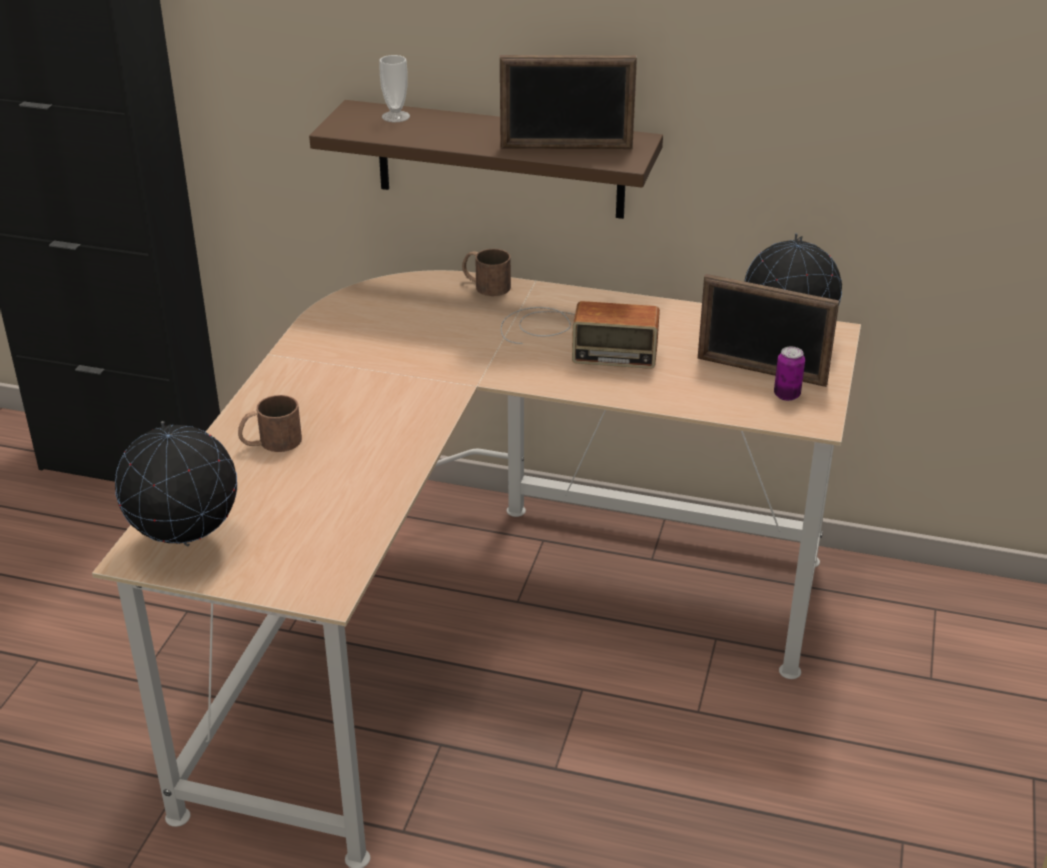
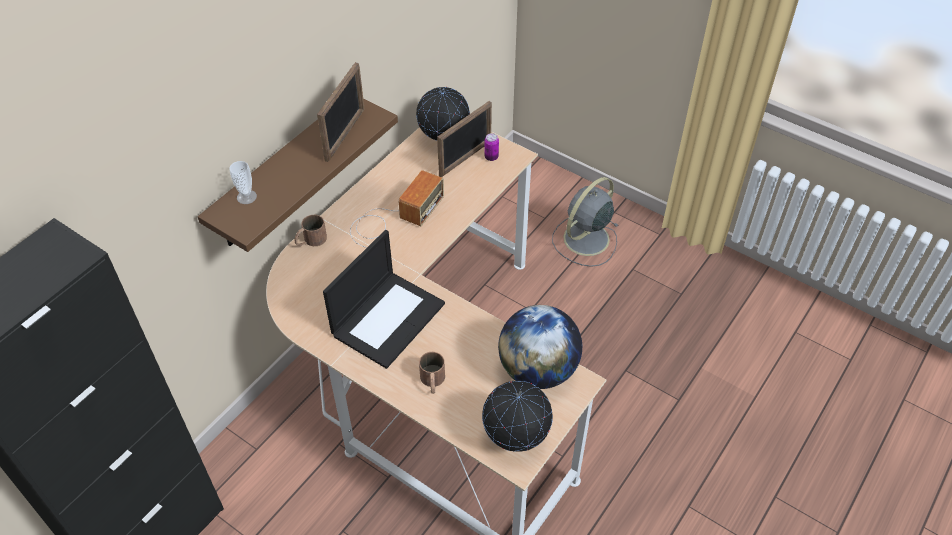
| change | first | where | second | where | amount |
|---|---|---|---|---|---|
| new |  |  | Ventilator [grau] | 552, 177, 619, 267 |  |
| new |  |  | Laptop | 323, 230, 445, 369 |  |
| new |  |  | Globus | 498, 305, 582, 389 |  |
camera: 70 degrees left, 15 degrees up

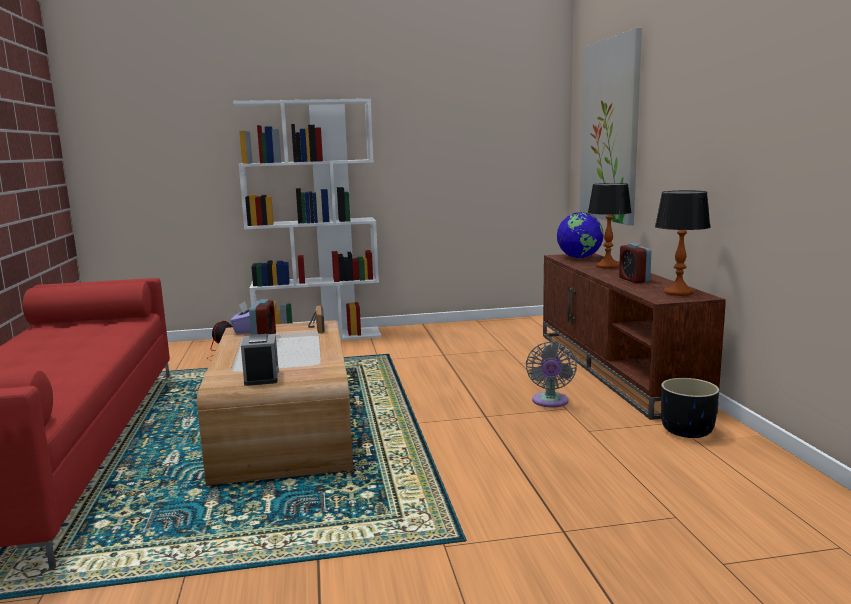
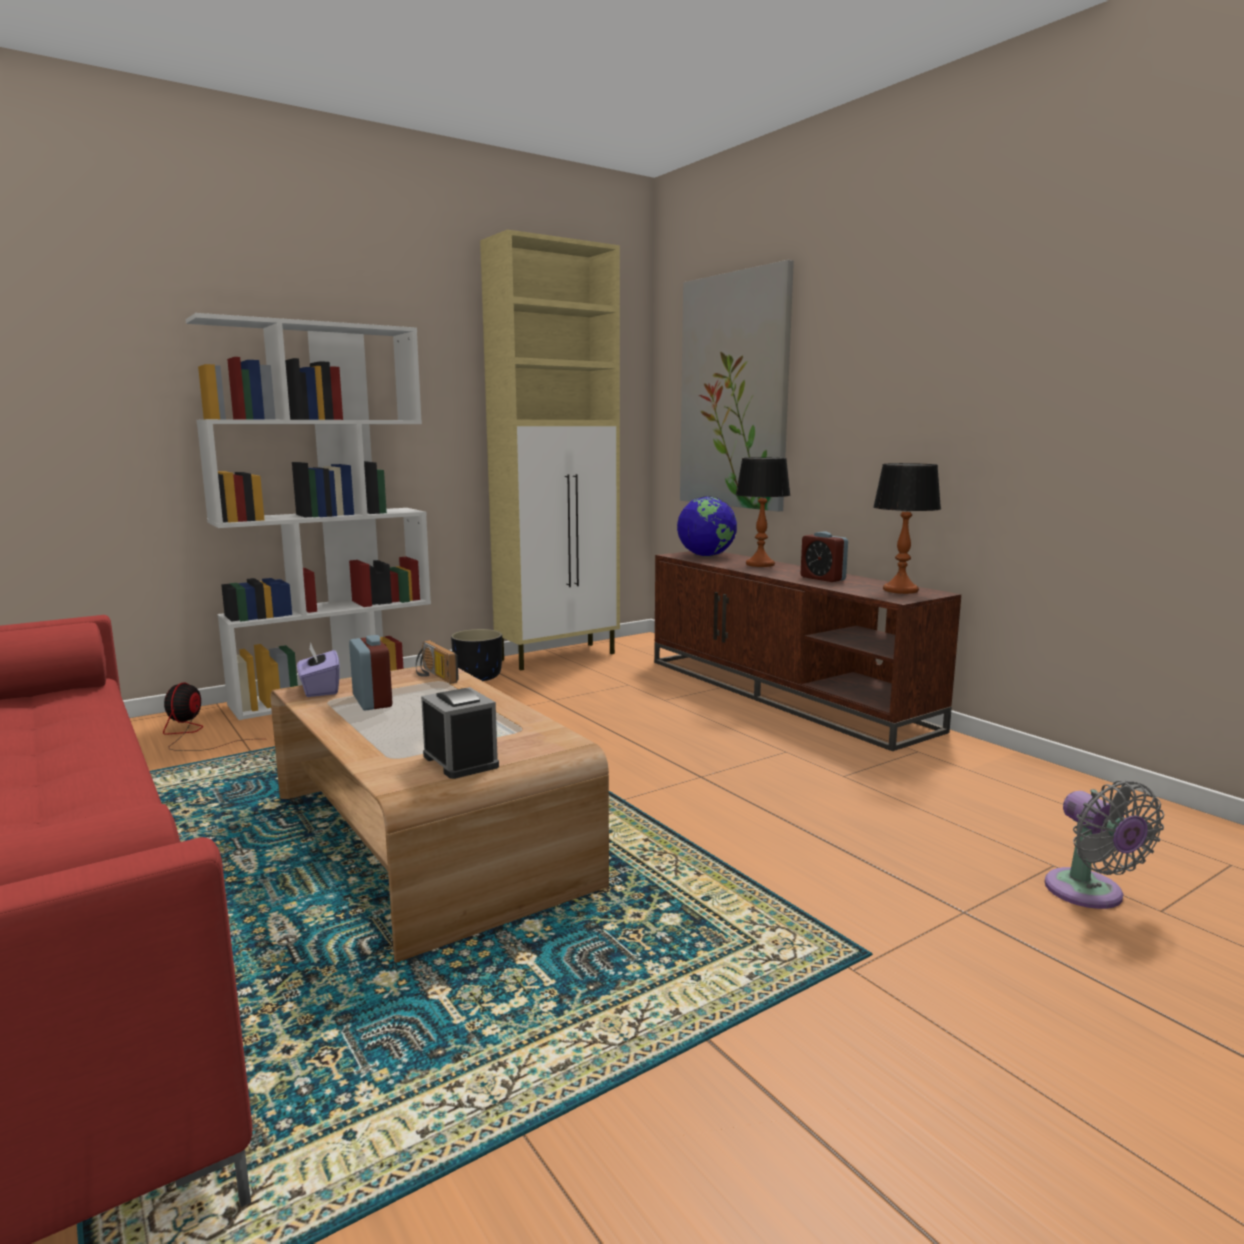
| change | first | where | second | where | amount |
|---|---|---|---|---|---|
| shifted | Ventilator [grau] | 526, 342, 577, 407 |  | 1045, 780, 1164, 909 |  |
| shifted | Pflanzkübel [schwarz] | 661, 378, 720, 438 |  | 451, 629, 502, 681 |  |
| new |  |  | Schrank [beige] | 480, 229, 620, 670 |  |
camera: 25 degrees left, 0 degrees up

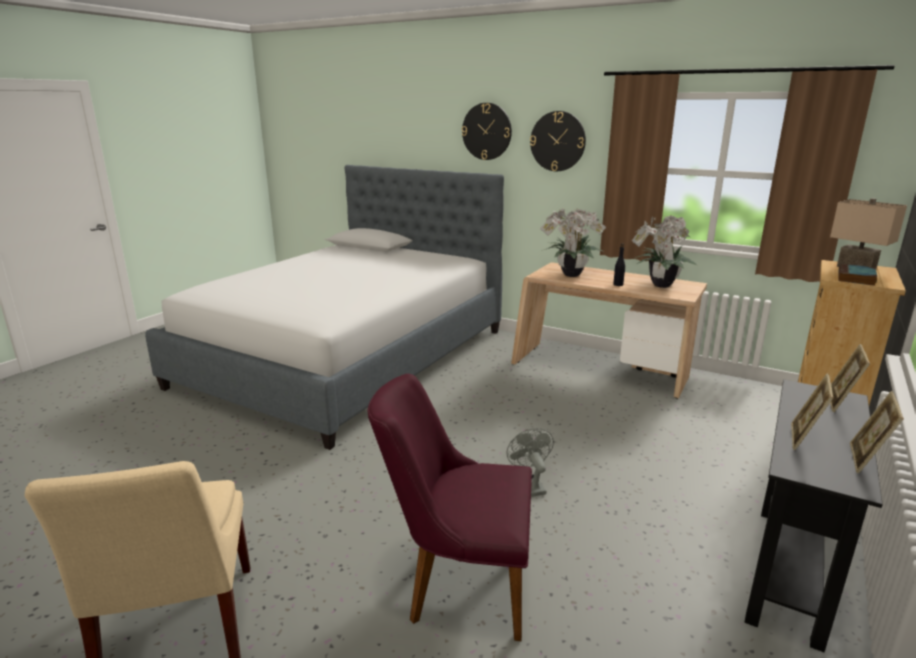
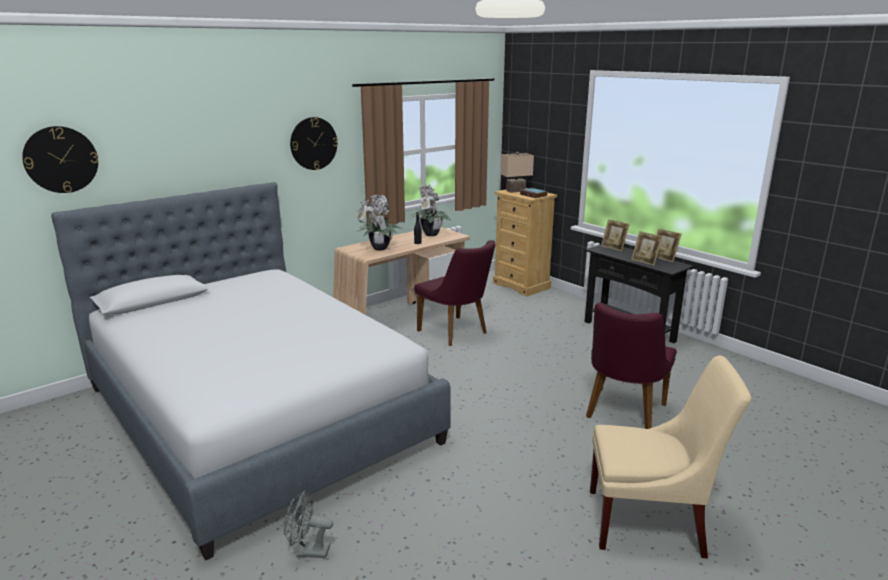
| change | first | where | second | where | amount |
|---|---|---|---|---|---|
| shifted | Wanduhr | 462, 103, 512, 160 |  | 22, 126, 98, 193 |  |
| shifted | Ventilator [grau] | 507, 428, 554, 497 |  | 284, 491, 333, 558 |  |
| new |  |  | Stuhl [lila] | 414, 240, 495, 346 |  |
camera: 70 degrees left, 0 degrees up

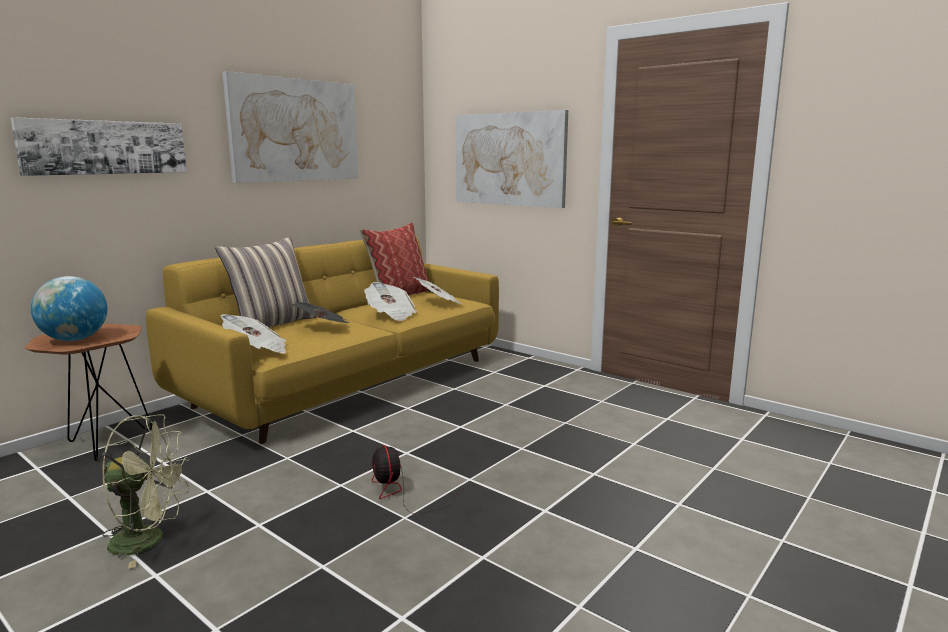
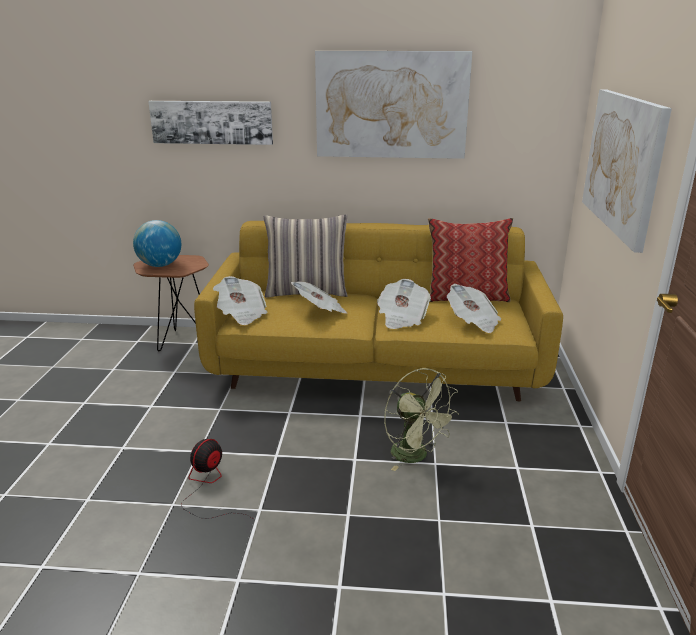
| change | first | where | second | where | amount |
|---|---|---|---|---|---|
| shifted | Ventilator [grün] | 102, 414, 189, 569 |  | 384, 368, 459, 471 |  |
camera: 55 degrees right, 10 degrees up

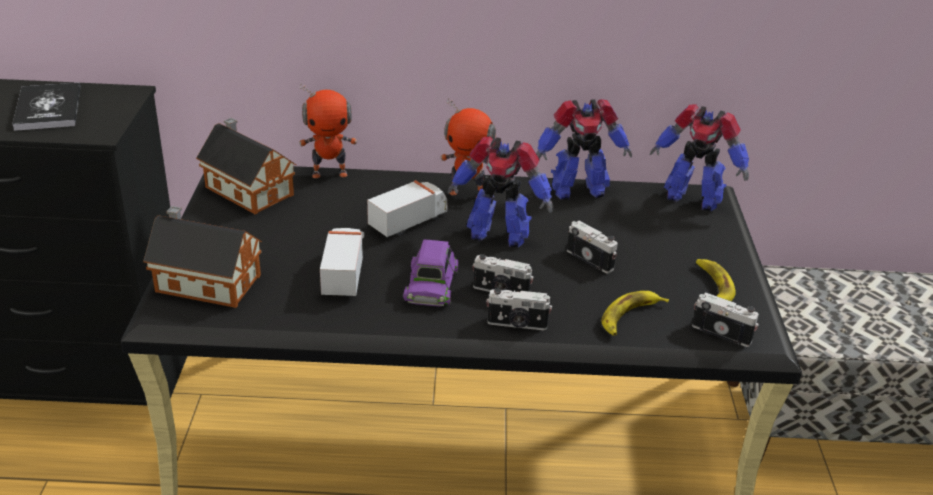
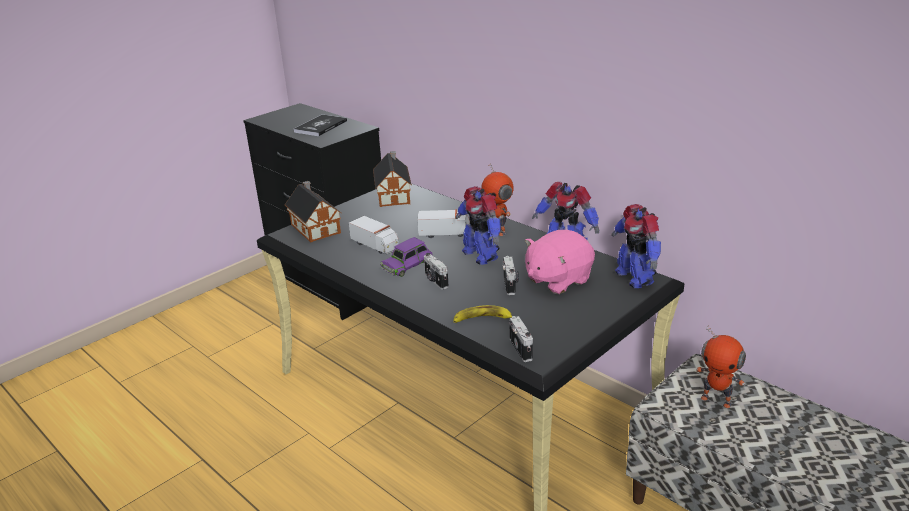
| change | first | where | second | where | amount |
|---|---|---|---|---|---|
| shifted | Spielzeugroboter | 299, 83, 357, 178 |  | 696, 325, 746, 408 |  |
| rotated | Spielzeuglaster | 320, 228, 364, 296 |  | 349, 216, 399, 254 | 90 degrees clockwise |
| gone | Banane | 696, 259, 736, 301 |  |  |  |
| gone | Kamera | 486, 288, 552, 331 |  |  |  |
| new |  |  | Plüschtier [rosa] | 525, 230, 595, 294 |  |
camera: 45 degrees right, 5 degrees down

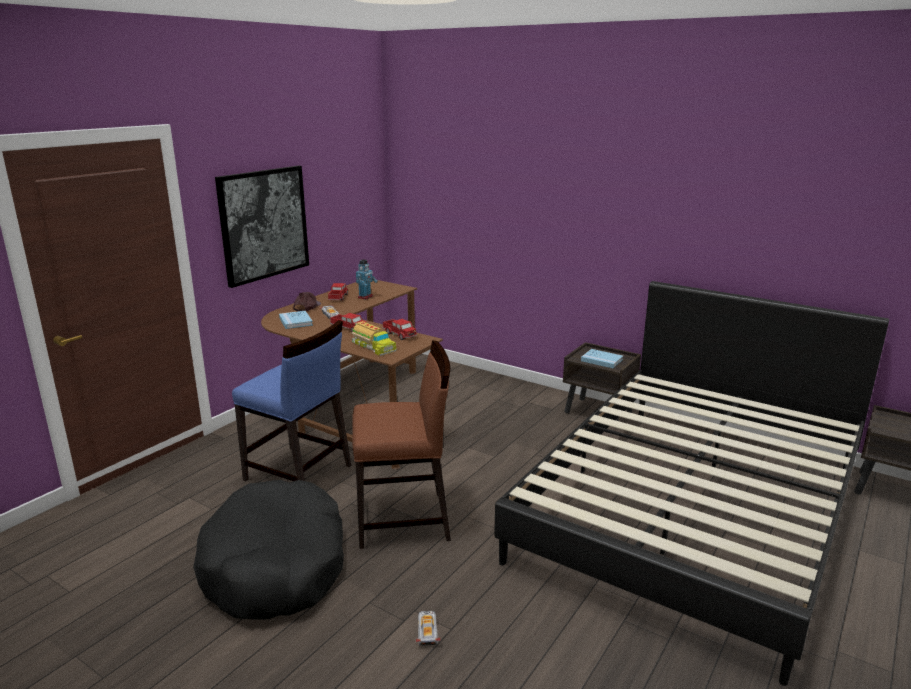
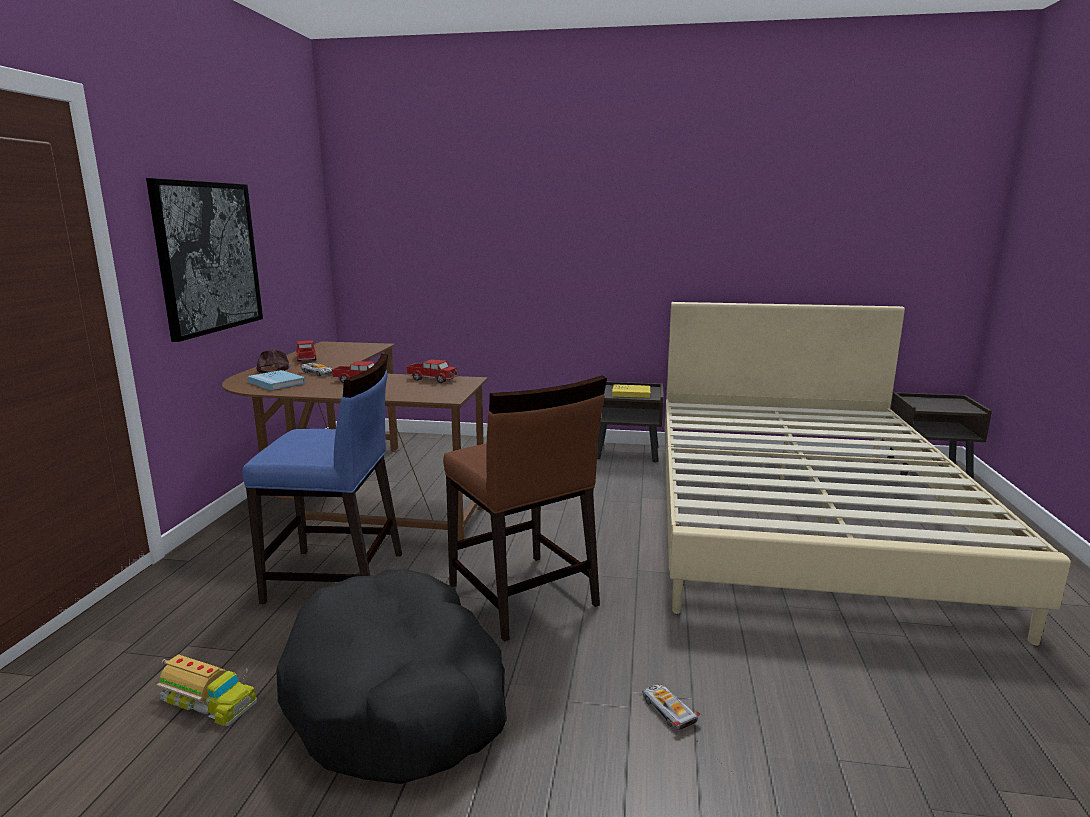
| change | first | where | second | where | amount |
|---|---|---|---|---|---|
| gone | Spielzeugroboter | 356, 260, 378, 299 |  |  |  |
| repainted | Bett [schwarz] | 494, 281, 889, 686 | Bett [beige] | 665, 302, 1071, 646 |  |
| shifted | Spielzeuglaster | 351, 321, 396, 356 |  | 157, 654, 257, 726 |  |
| rotated | Stuhl [braun] | 352, 341, 451, 549 |  | 443, 376, 607, 642 | 90 degrees clockwise |
| repainted | Buch [blau] | 581, 349, 623, 368 | Buch [gelb] | 612, 384, 650, 398 |  |
camera: 25 degrees left, 5 degrees down

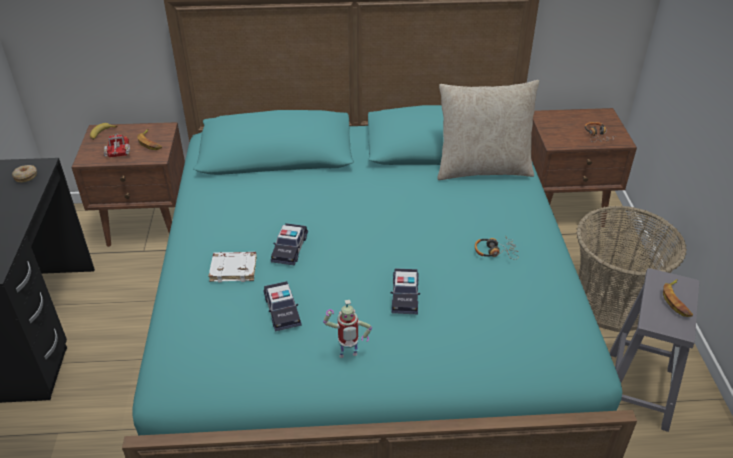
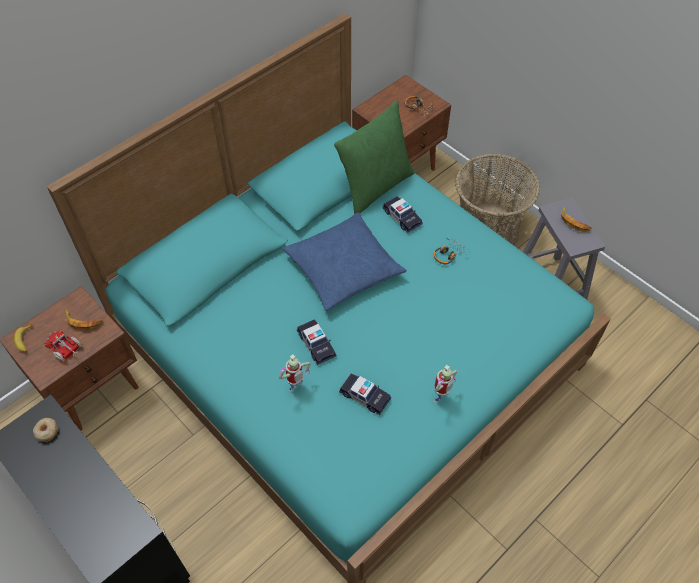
| change | first | where | second | where | amount |
|---|---|---|---|---|---|
| repainted | Kissen [beige] | 437, 80, 539, 180 | Kissen [grün] | 334, 100, 415, 214 |  |
| swapped | Buch [weiß] | 209, 252, 257, 282 | Spielzeugroboter | 279, 355, 311, 392 |  |
| shifted | Spielzeugauto | 391, 268, 420, 314 |  | 382, 196, 423, 233 |  |
| new |  |  | Kissen [blau] | 283, 212, 407, 311 |  |
camera: 40 degrees left, 15 degrees up

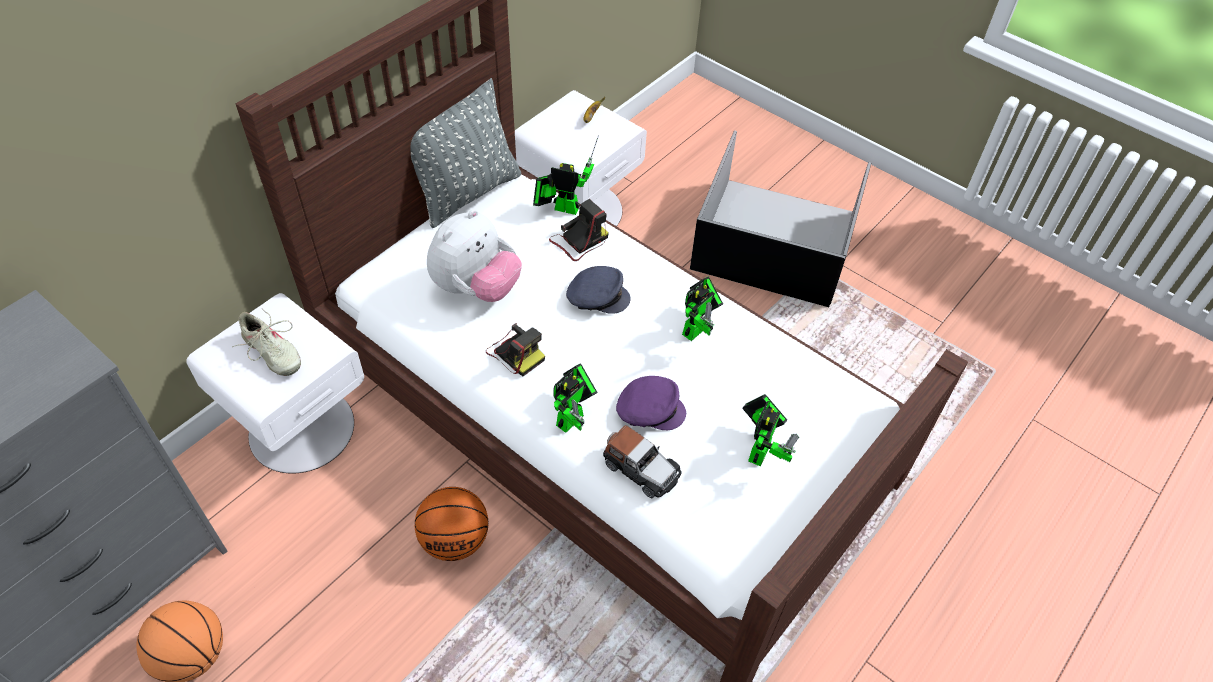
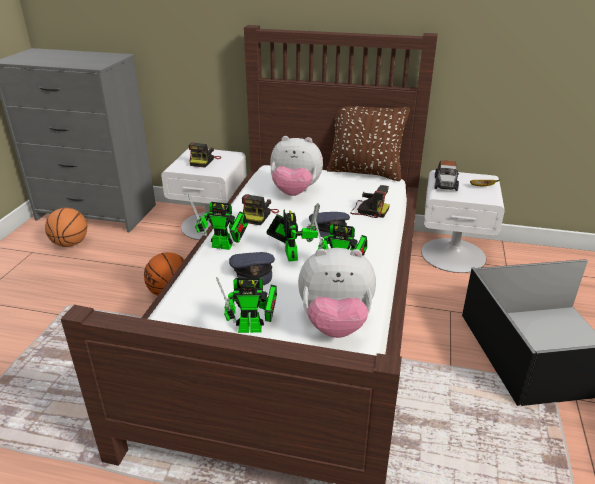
| change | first | where | second | where | amount |
|---|---|---|---|---|---|
| repainted | Kissen [grau] | 410, 78, 521, 228 | Kissen [braun] | 327, 106, 410, 181 |  |
| shifted | Spielzeugroboter | 533, 135, 599, 215 |  | 267, 203, 320, 261 |  |
| swapped | Schuh [beige] | 232, 308, 301, 376 | Kamera | 189, 142, 221, 167 |  |
| repainted | Kappe [lila] | 616, 376, 686, 430 | Kappe [grau] | 229, 252, 275, 285 |  |
| shifted | Spielzeugauto | 603, 425, 682, 498 |  | 434, 160, 459, 191 |  |
| new |  |  | Plüschtier | 298, 248, 376, 338 |  |
camera: 65 degrees right, 20 degrees down

